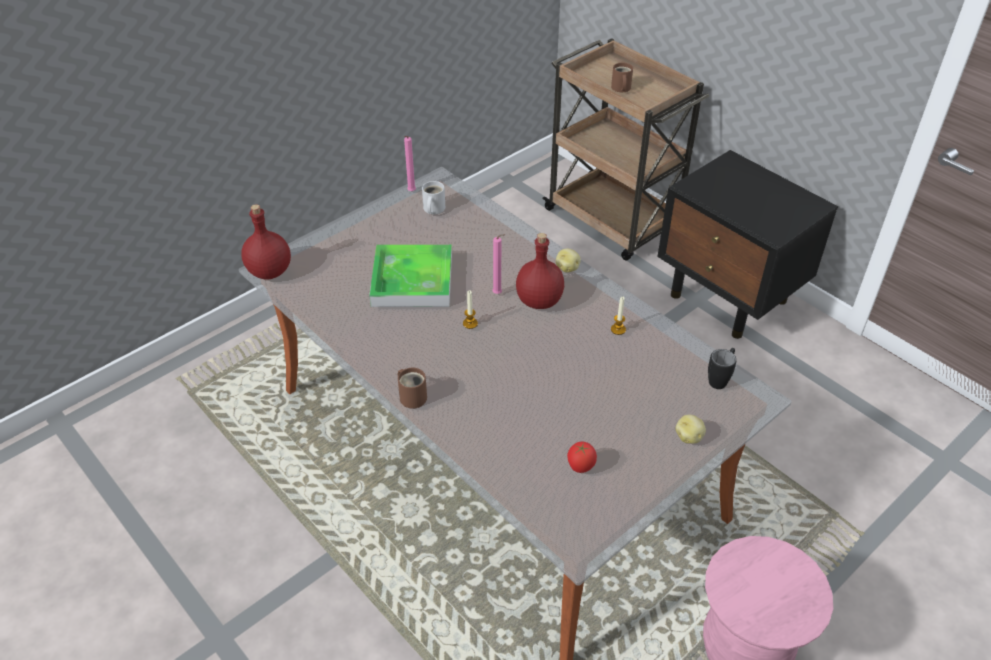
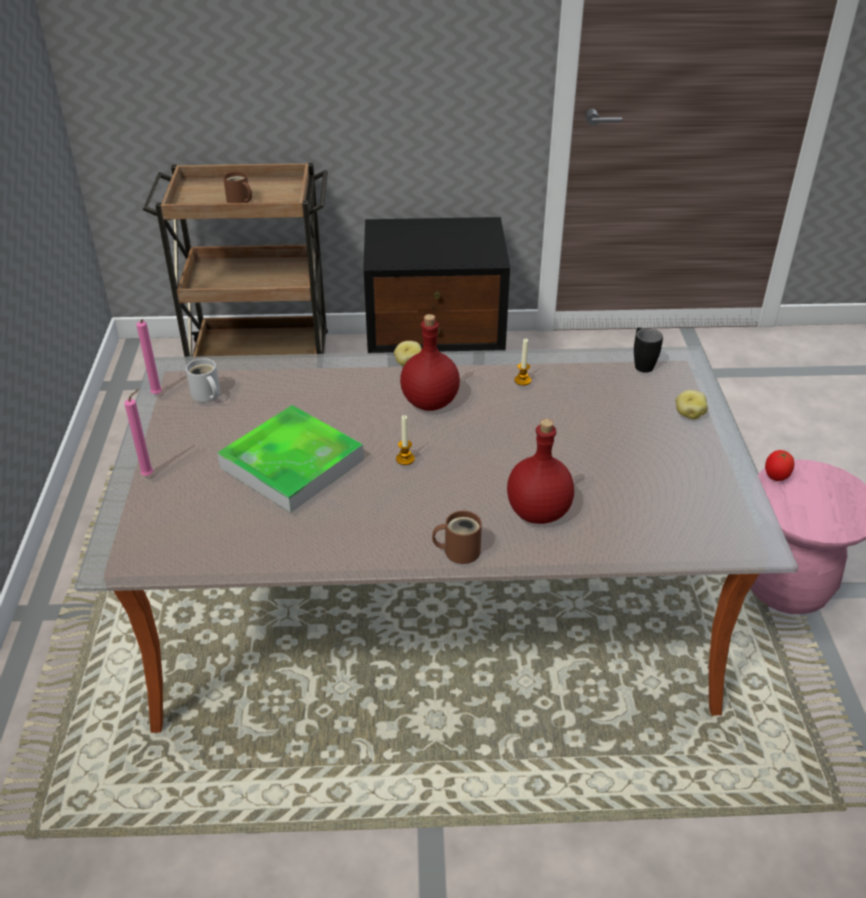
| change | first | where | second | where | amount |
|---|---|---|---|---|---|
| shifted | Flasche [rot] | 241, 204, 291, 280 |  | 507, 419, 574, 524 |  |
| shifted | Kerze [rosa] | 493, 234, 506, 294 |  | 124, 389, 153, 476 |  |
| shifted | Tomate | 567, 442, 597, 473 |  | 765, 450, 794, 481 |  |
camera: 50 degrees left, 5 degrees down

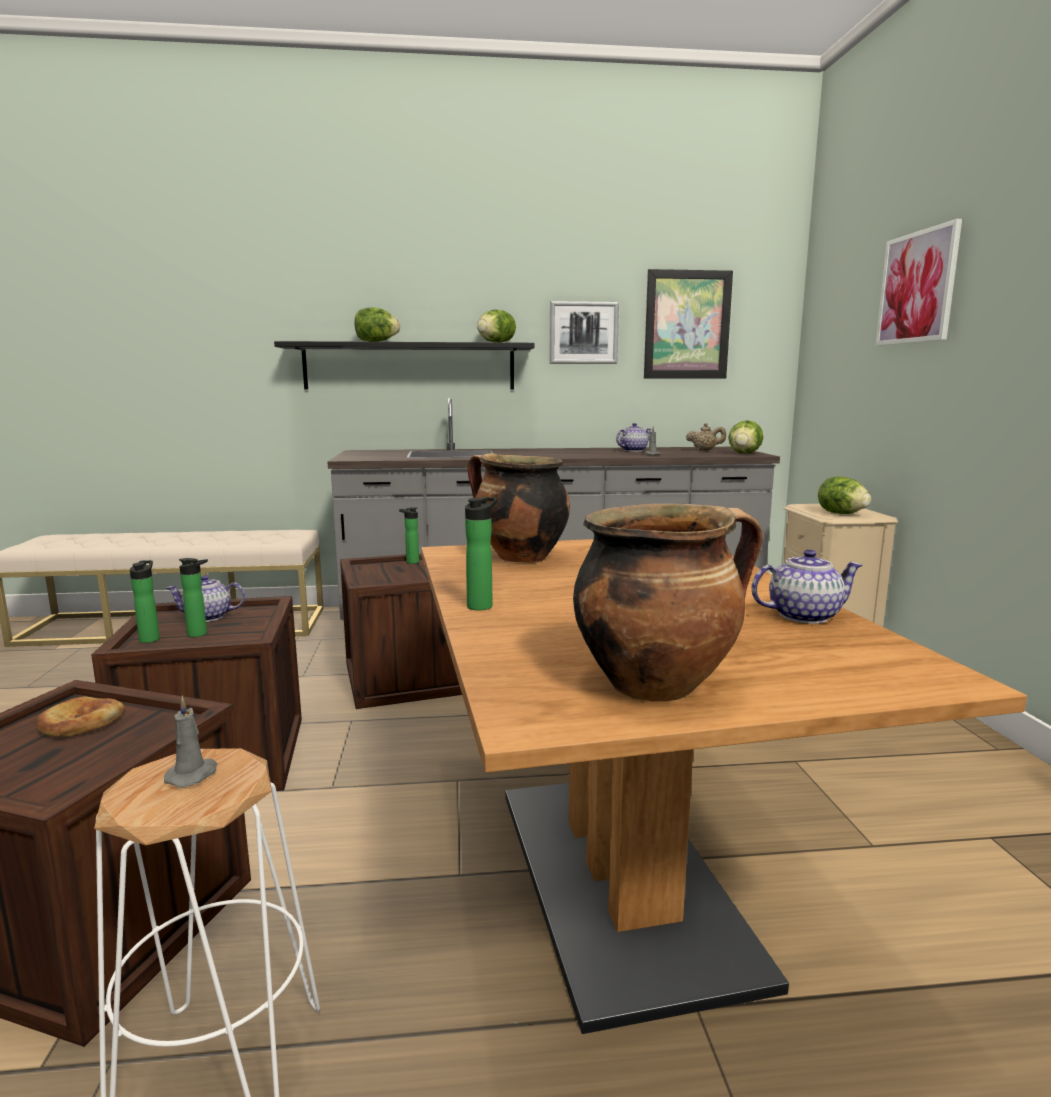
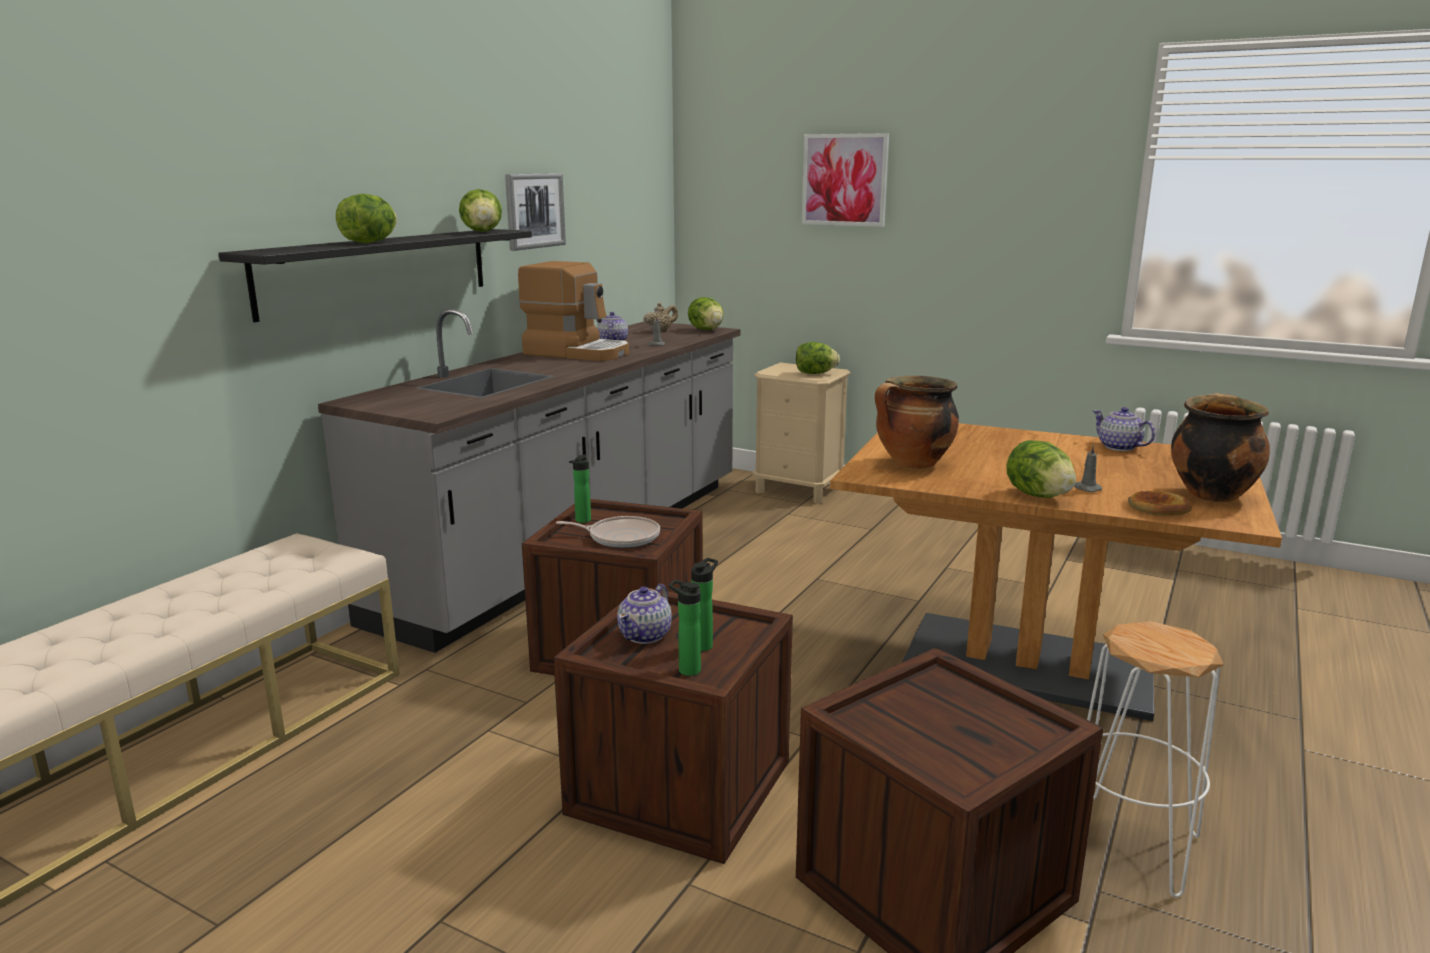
| change | first | where | second | where | amount |
|---|---|---|---|---|---|
| gone | Bild | 644, 269, 733, 379 |  |  |  |
| swapped | Flasche | 465, 497, 498, 610 | Salatkopf | 1006, 440, 1076, 498 |  |
| rotated | Teekanne | 751, 549, 862, 624 |  | 1093, 407, 1156, 451 | 60 degrees counterclockwise |
| shifted | Kerze [grau] | 164, 696, 217, 788 |  | 1074, 444, 1102, 492 |  |
| shifted | Brot | 35, 697, 125, 737 |  | 1128, 491, 1192, 516 |  |
| new |  |  | Kaffeemaschine | 518, 261, 629, 361 |  |
| new |  |  | Pfanne | 556, 516, 660, 548 |  |
camera: 55 degrees left, 5 degrees up

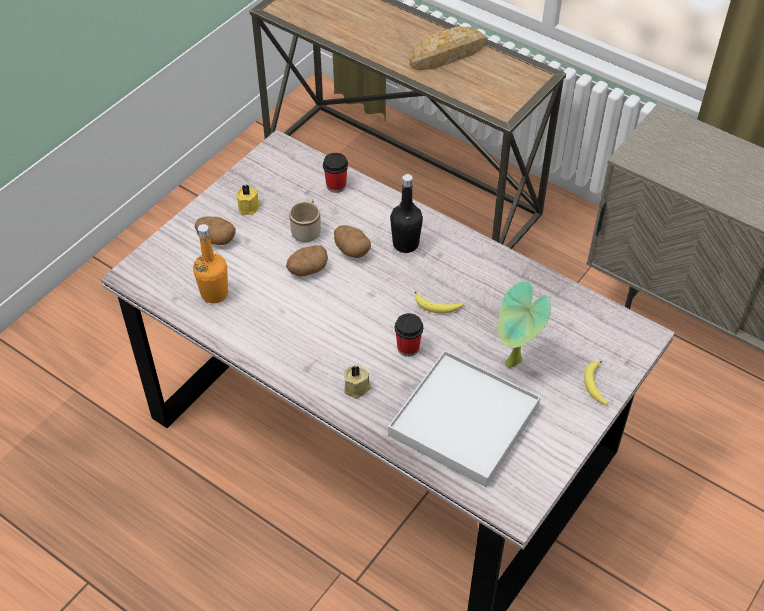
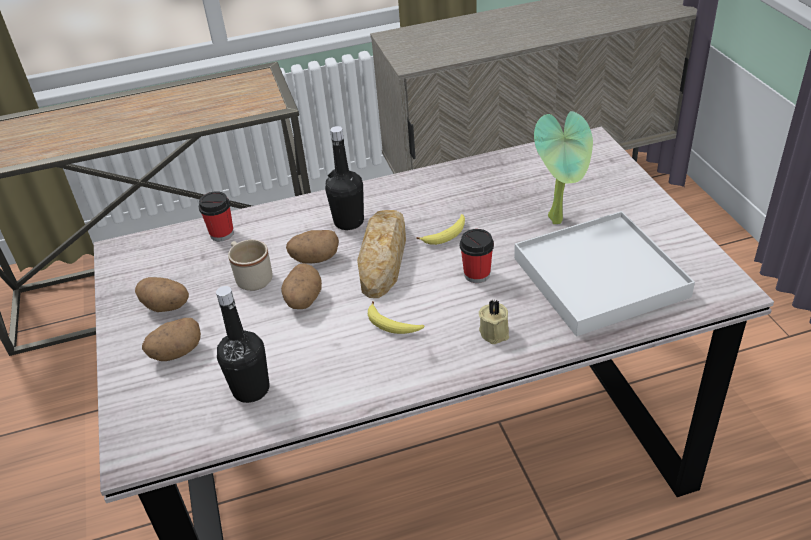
| change | first | where | second | where | amount |
|---|---|---|---|---|---|
| shifted | Brot | 410, 26, 486, 70 |  | 357, 210, 406, 298 |  |
| swapped | Kerze [gelb] | 236, 184, 261, 215 | Kartoffel | 135, 277, 189, 312 |  |
| repainted | Flasche [orange] | 193, 224, 228, 304 | Flasche [schwarz] | 216, 286, 270, 403 |  |
| shifted | Banane | 584, 361, 609, 405 |  | 368, 301, 424, 334 |  |
camera: 50 degrees left, 10 degrees down

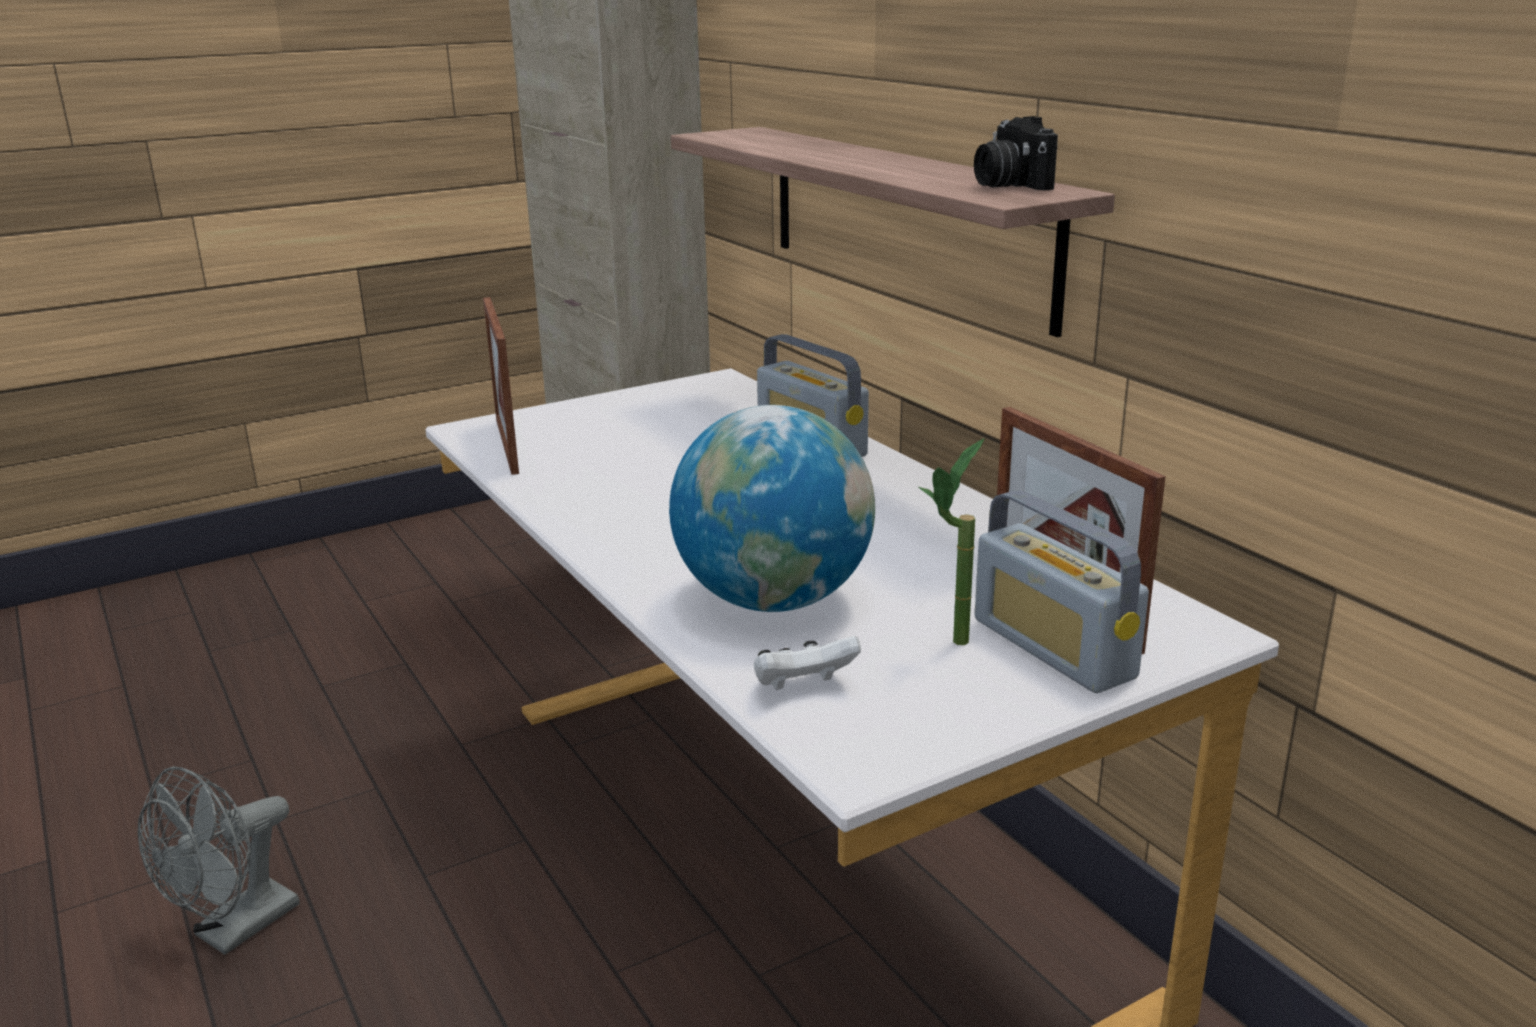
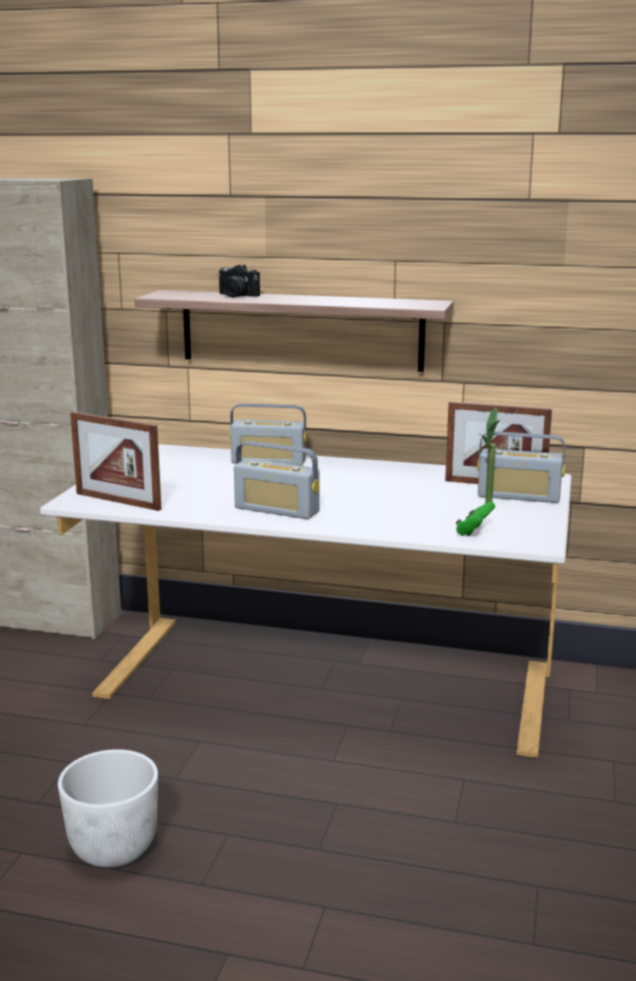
| change | first | where | second | where | amount |
|---|---|---|---|---|---|
| shifted | Kamera | 974, 116, 1058, 190 |  | 218, 265, 260, 298 |  |
| gone | Globus | 669, 405, 875, 612 |  |  |  |
| repainted | Gamepad [weiß] | 754, 636, 861, 690 | Gamepad [grün] | 456, 501, 495, 536 |  |
| swapped | Ventilator [grau] | 138, 766, 300, 955 | Pflanzkübel [weiß] | 58, 749, 158, 868 |  |
| new |  |  | Radio | 234, 441, 320, 519 |  |
camera: 45 degrees left, 5 degrees down

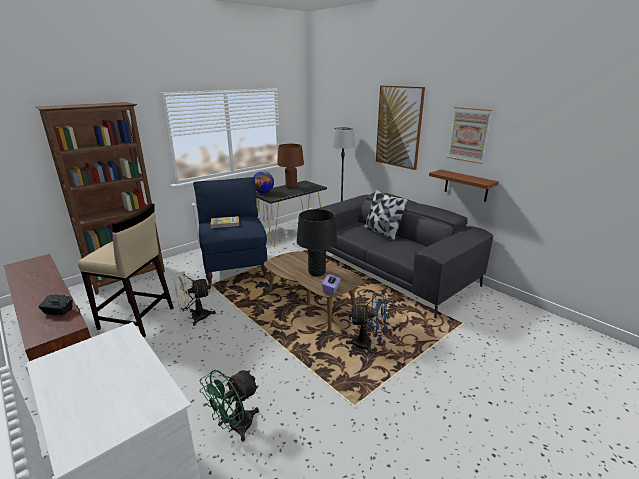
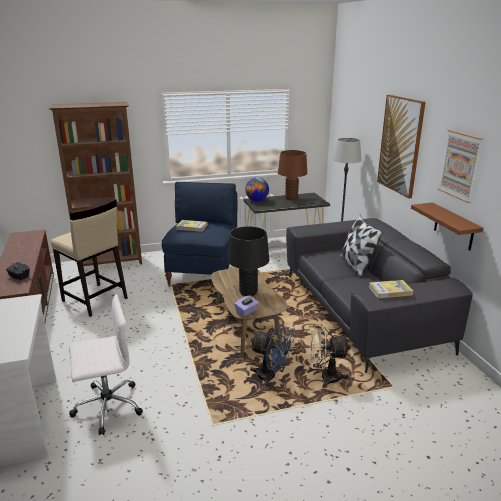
| change | first | where | second | where | amount |
|---|---|---|---|---|---|
| shifted | Ventilator [beige] | 174, 272, 216, 326 |  | 310, 323, 351, 387 |  |
| swapped | Ventilator [grün] | 200, 370, 259, 442 | Bürostuhl [weiß] | 69, 294, 143, 435 |  |
| new |  |  | Buch | 369, 280, 413, 298 |  |
camera: 25 degrees right, 0 degrees up

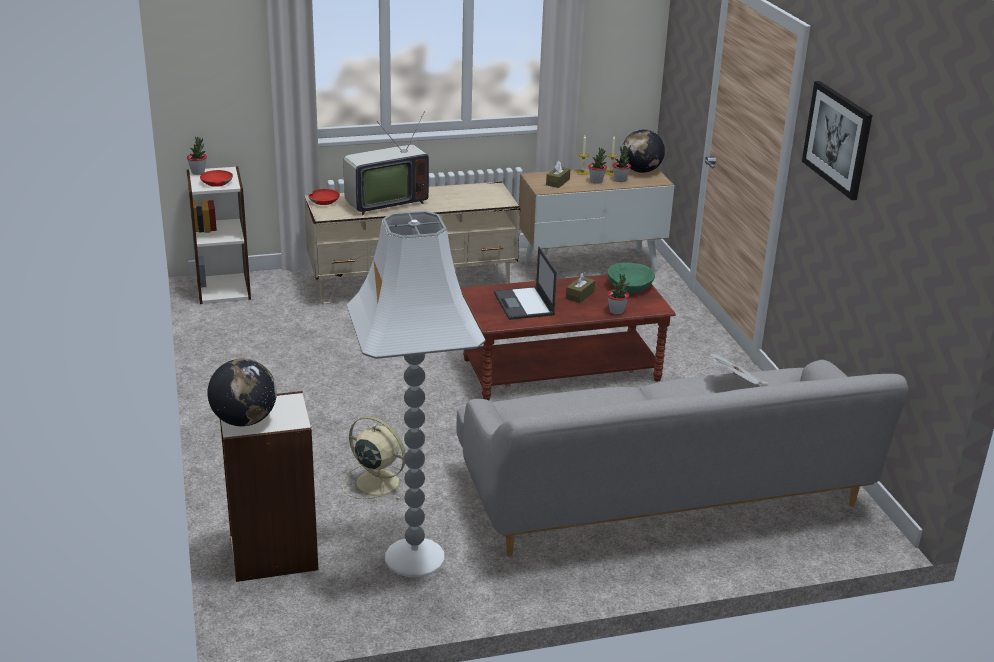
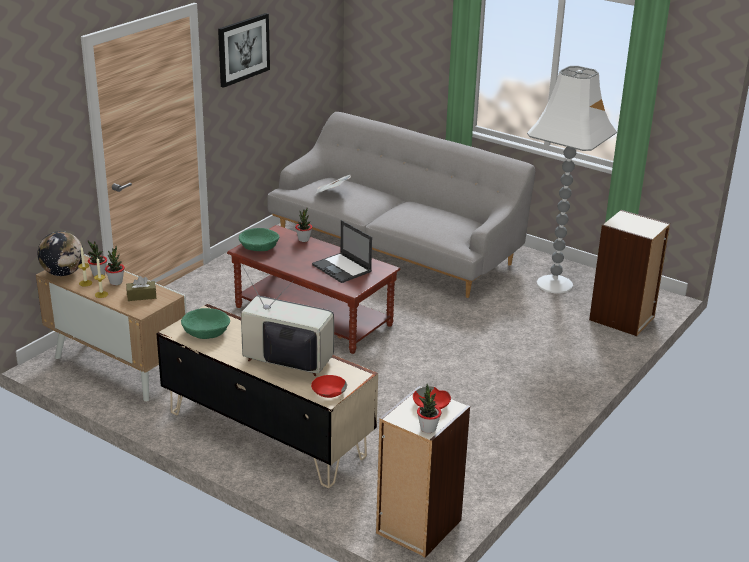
| change | first | where | second | where | amount |
|---|---|---|---|---|---|
| rotated | Laptop | 494, 246, 557, 320 |  | 312, 220, 372, 283 | 105 degrees clockwise |
| gone | Taschentuchbox [braun] | 566, 272, 595, 303 |  |  |  |
| gone | Globus | 208, 359, 277, 426 |  |  |  |
| gone | Ventilator [beige] | 342, 416, 409, 500 |  |  |  |
| new |  |  | Schüssel [grün] | 181, 308, 230, 339 |  |
camera: 130 degrees left, 0 degrees up

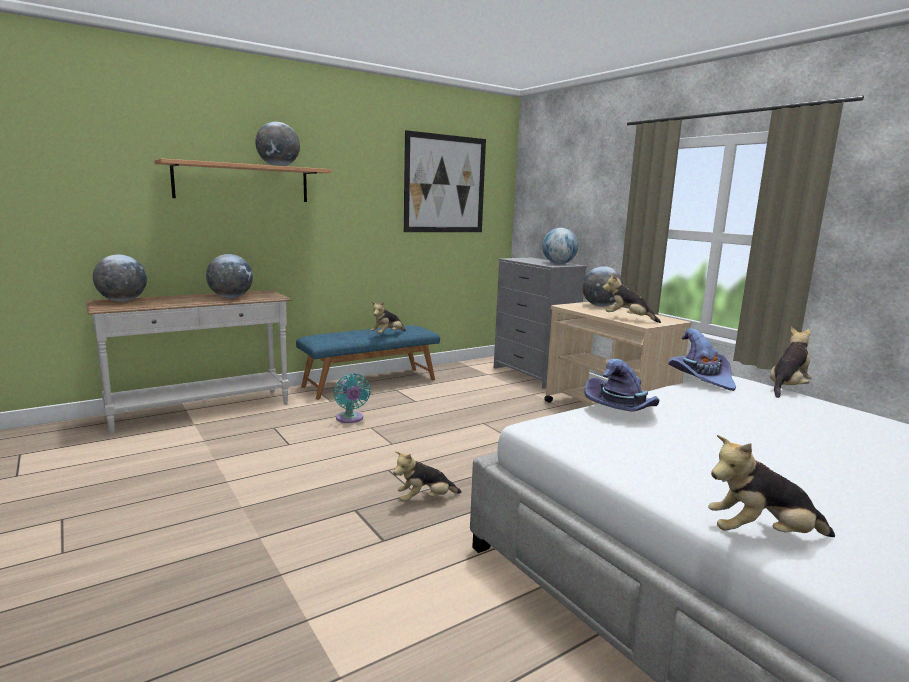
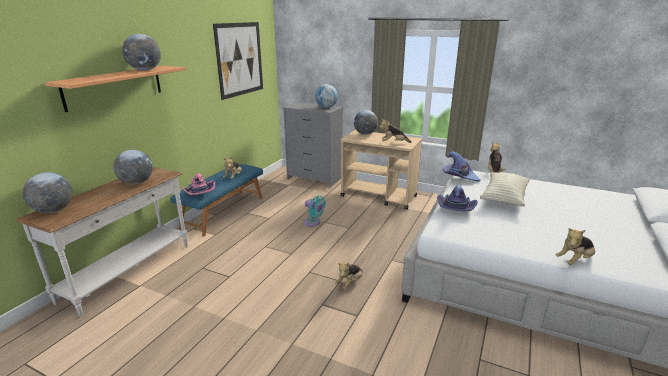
| change | first | where | second | where | amount |
|---|---|---|---|---|---|
| shifted | Ventilator [türkis] | 333, 373, 371, 423 |  | 304, 195, 326, 227 |  |
| new |  |  | Kissen | 480, 172, 530, 207 |  |
| new |  |  | Hut [rosa] | 183, 173, 215, 195 |  |
camera: 30 degrees left, 10 degrees up

